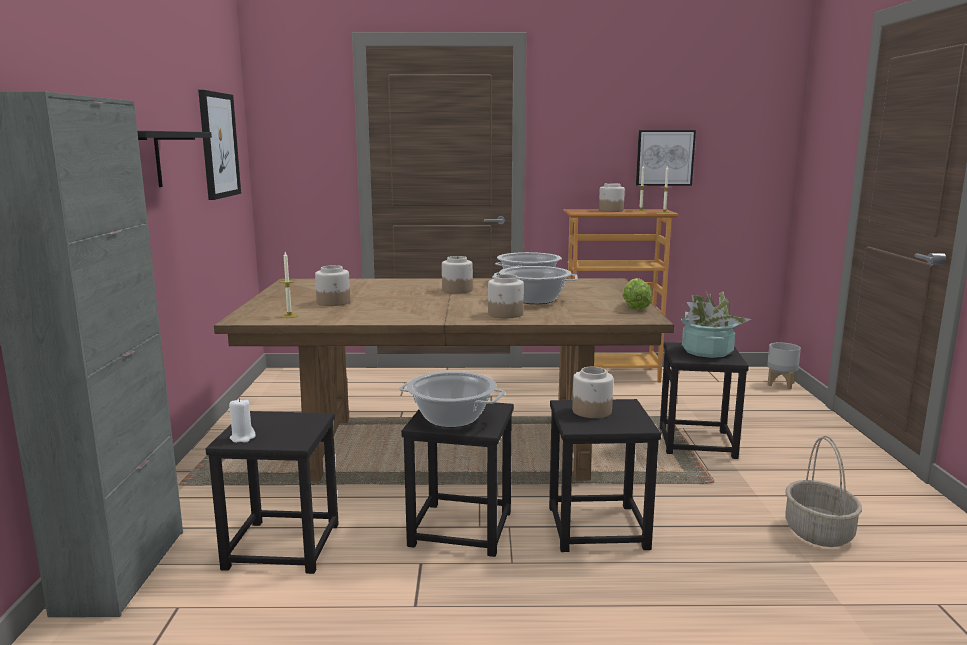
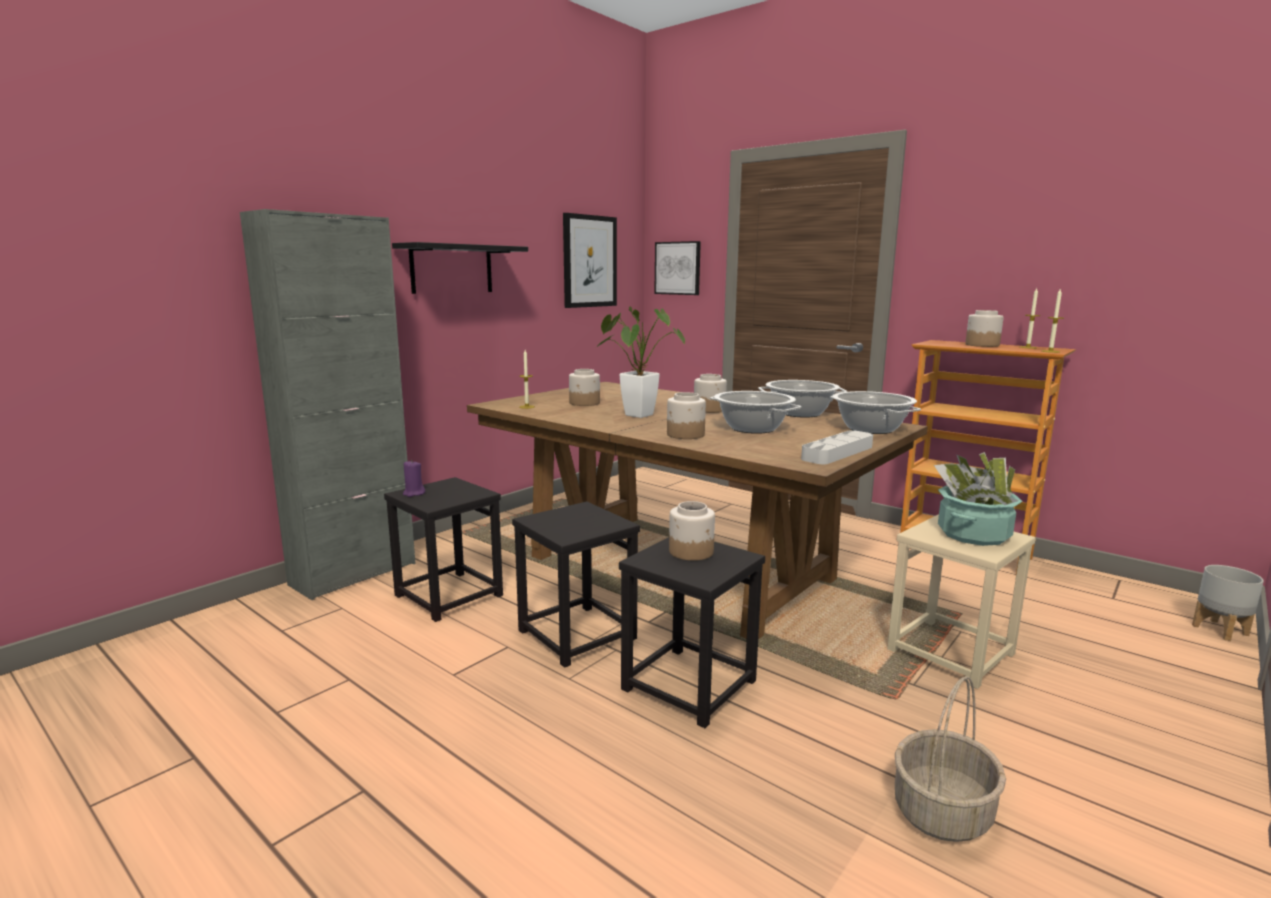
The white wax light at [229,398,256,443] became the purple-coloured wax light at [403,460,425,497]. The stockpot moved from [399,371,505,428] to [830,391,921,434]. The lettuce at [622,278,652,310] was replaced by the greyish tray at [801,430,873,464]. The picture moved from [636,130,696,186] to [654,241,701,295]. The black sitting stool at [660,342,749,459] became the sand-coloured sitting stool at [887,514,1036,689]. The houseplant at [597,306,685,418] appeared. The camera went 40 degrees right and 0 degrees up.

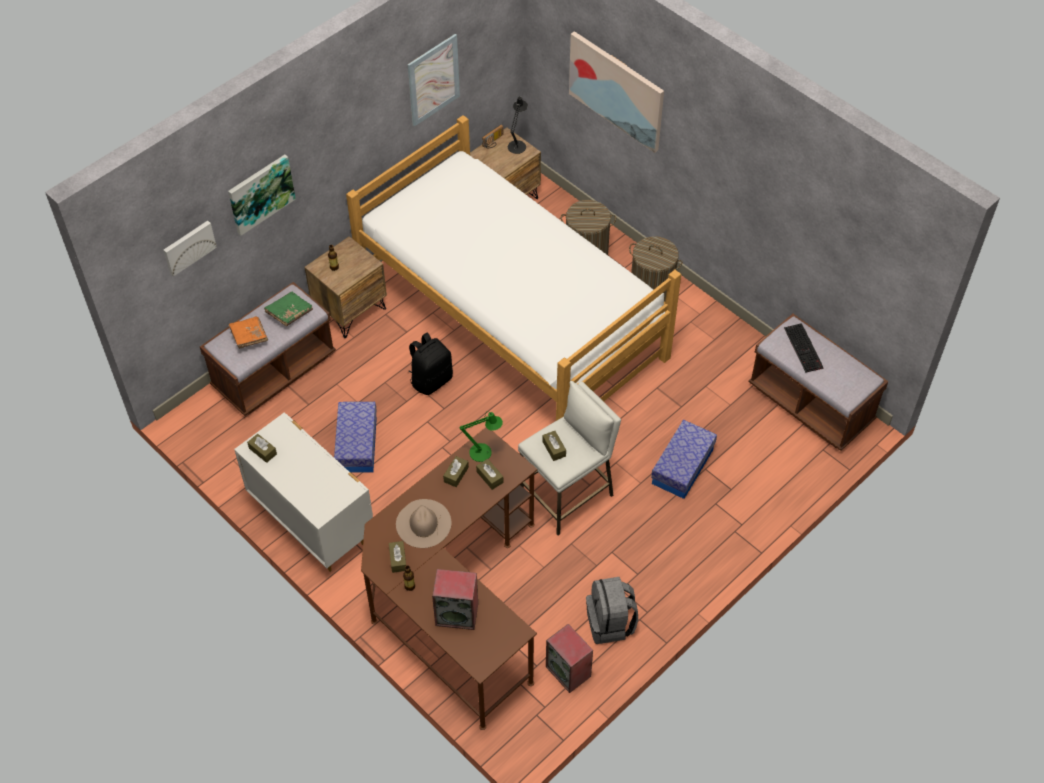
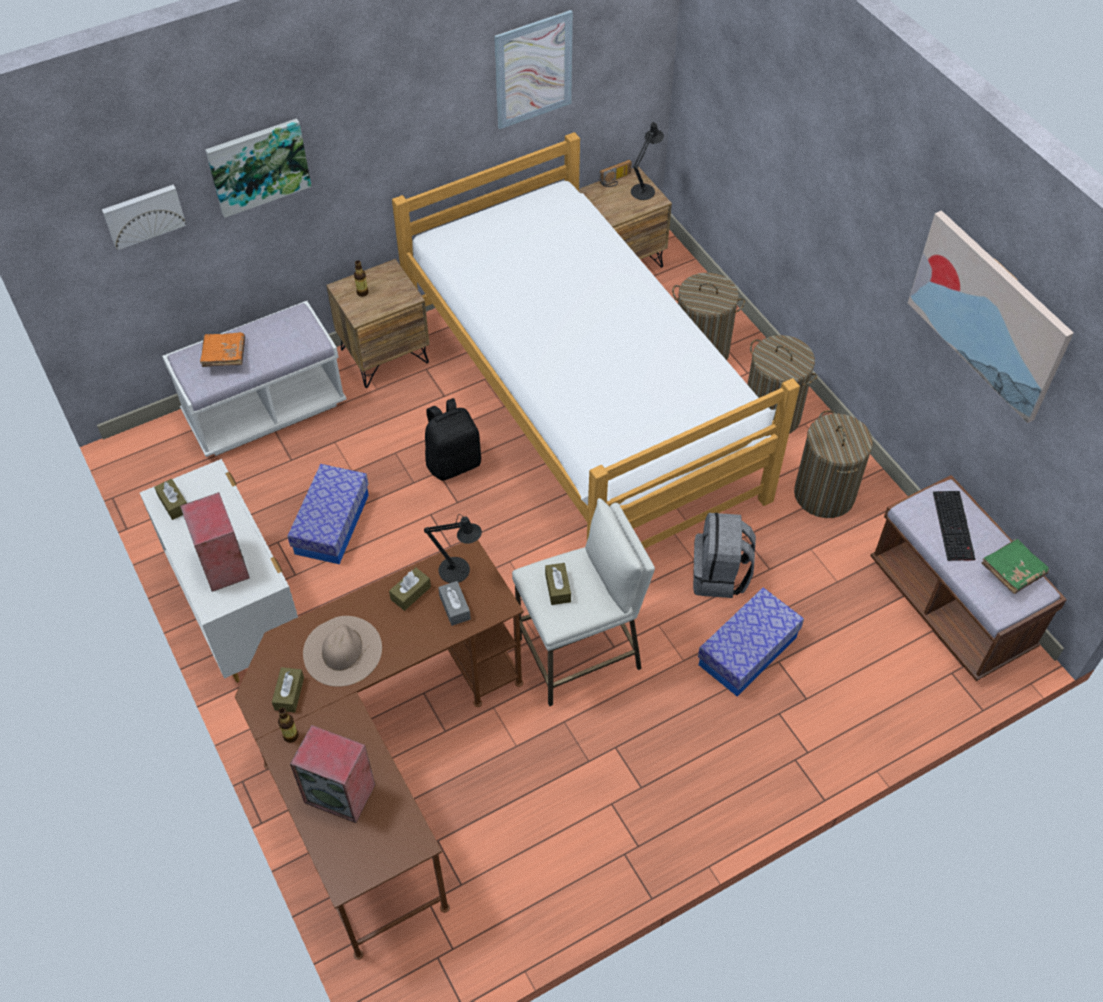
The brown bench at [200,282,336,416] became the white bench at [162,301,347,457]. The green-coloured book moved from [264,292,313,326] to [981,539,1049,594]. The green-coloured table lamp at [459,411,503,462] became the black table lamp at [424,514,482,583]. The brown tissue box at [476,459,503,490] became the greyish tissue box at [438,581,471,626]. The speaker moved from [546,624,593,693] to [180,492,250,592]. The picture moved from [569,31,664,153] to [908,210,1074,423]. The greyish backpack moved from [586,577,638,644] to [693,513,756,598]. The laundry basket at [794,410,873,518] appeared. The camera went 15 degrees right and 0 degrees up.

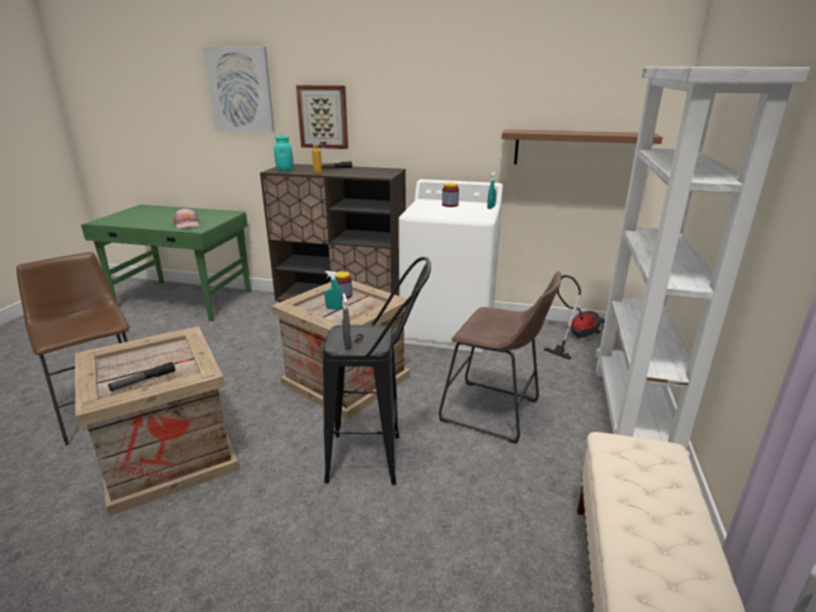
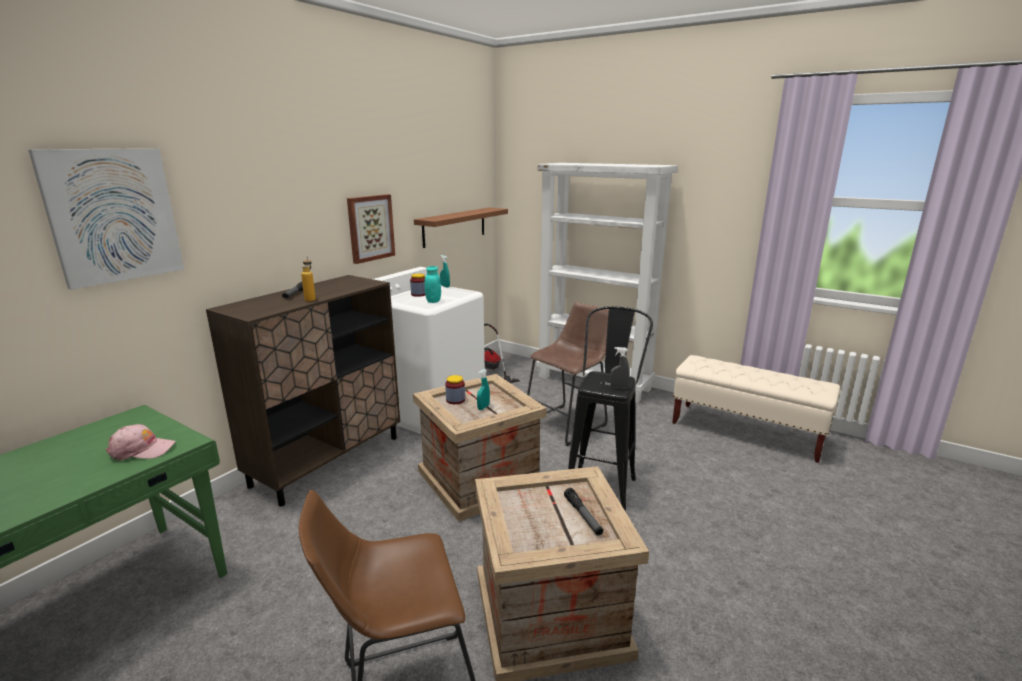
The turquoise-coloured storage jar moved from [274,136,293,171] to [424,266,441,303]. The picture moved from [296,85,348,149] to [347,194,395,264]. The camera went 70 degrees left and 5 degrees down.

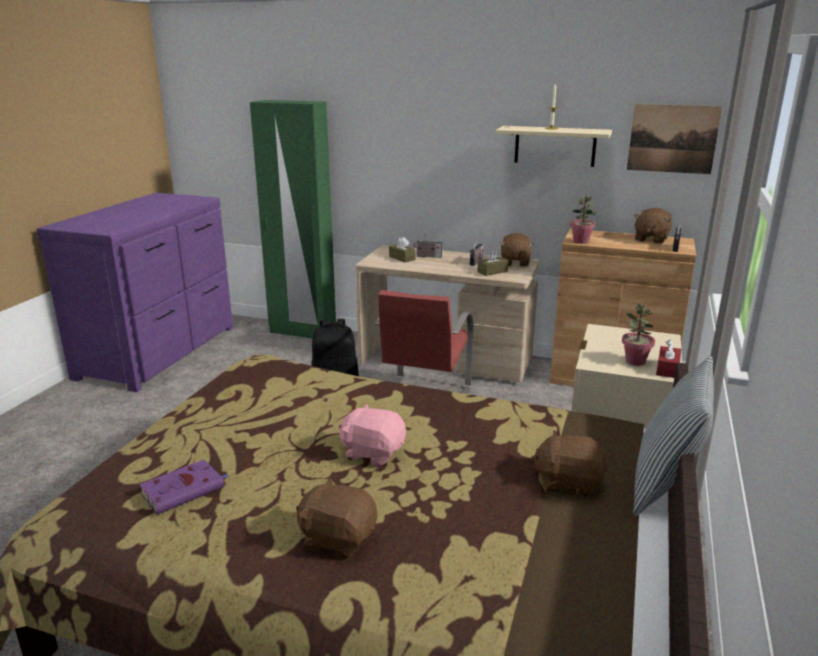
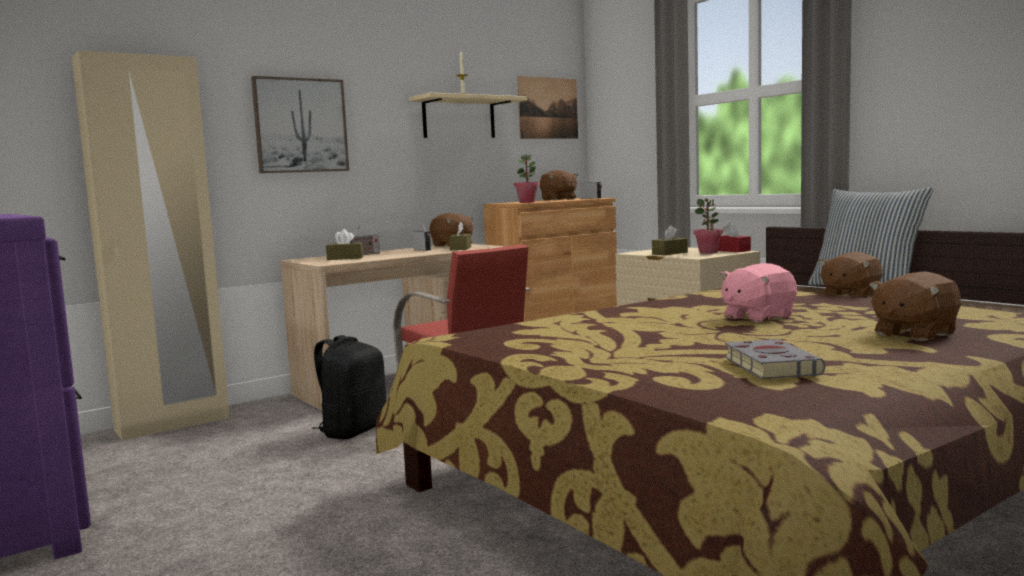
The purple-coloured book at [139,460,230,515] became the greyish book at [724,339,825,379]. The green-coloured clothes cupboard at [250,100,336,339] became the sand-coloured clothes cupboard at [72,50,229,440]. The picture at [251,76,349,173] appeared. The brown tissue box at [652,225,688,255] appeared. The camera went 55 degrees left and 15 degrees down.

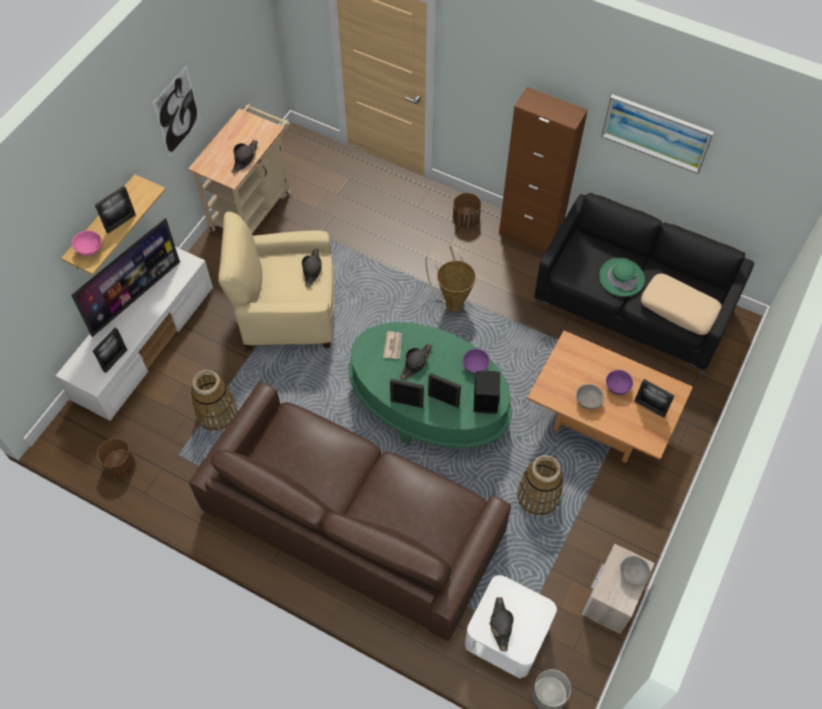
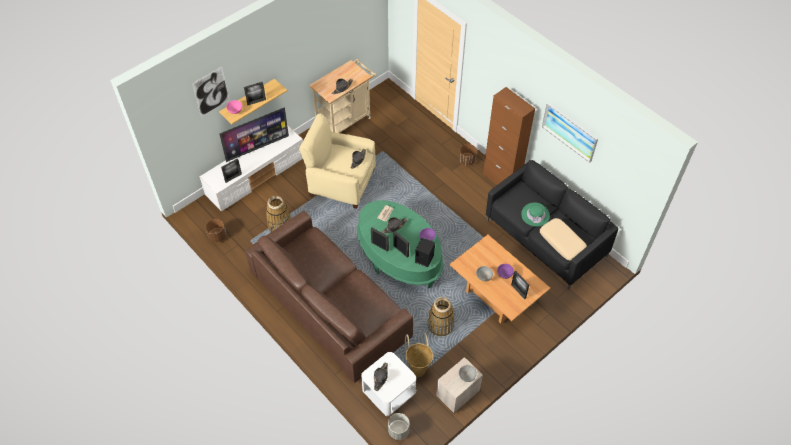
The picture moved from [152,66,201,157] to [192,67,230,117]. The household basket moved from [425,246,476,312] to [405,332,433,377]. The camera went 20 degrees right and 5 degrees down.

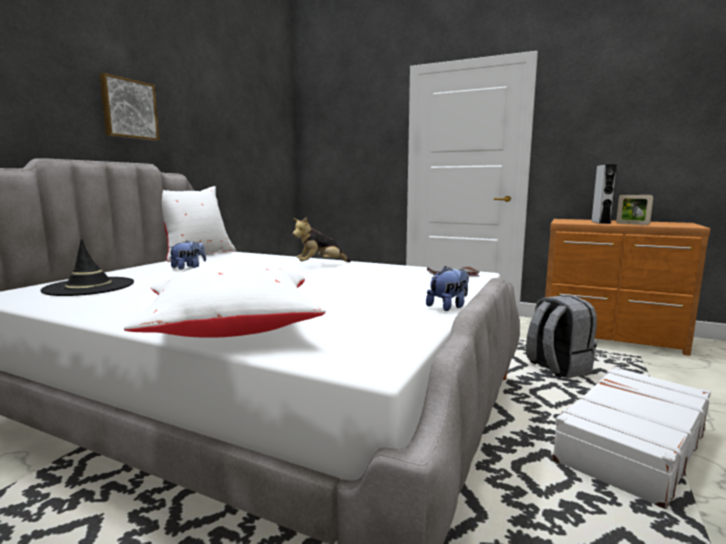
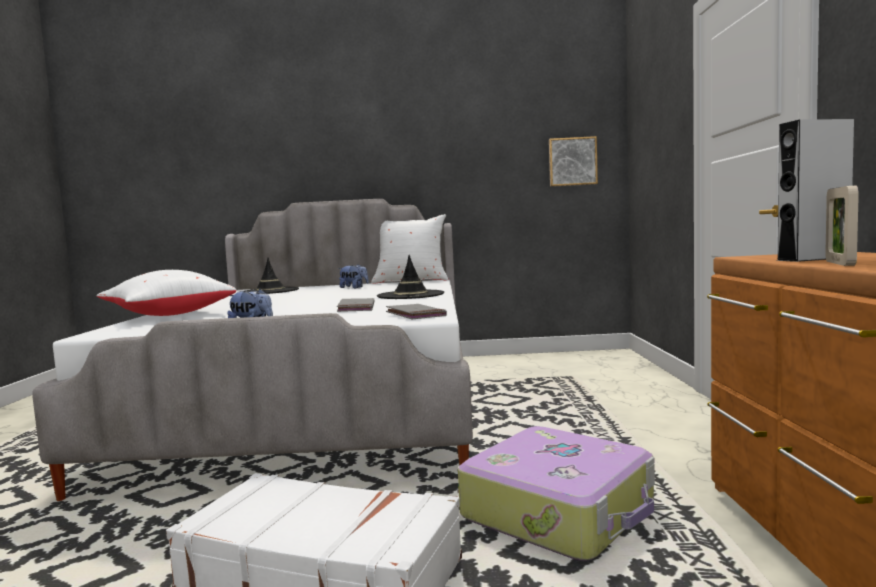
The picture moved from [100,73,159,141] to [549,136,598,187]. The soft toy at [293,217,351,262] was replaced by the black hat at [377,255,444,299]. The greyish backpack at [526,295,597,378] was replaced by the piece of luggage at [458,426,655,561]. The greyish book at [337,298,374,312] appeared. The camera went 65 degrees right and 5 degrees down.

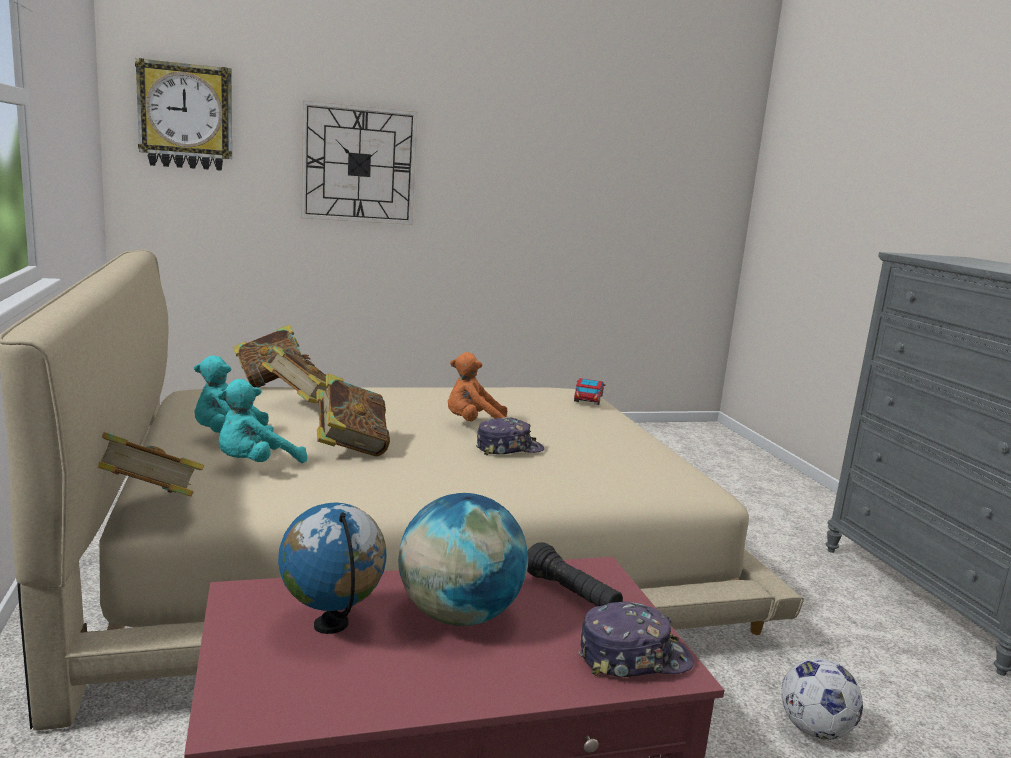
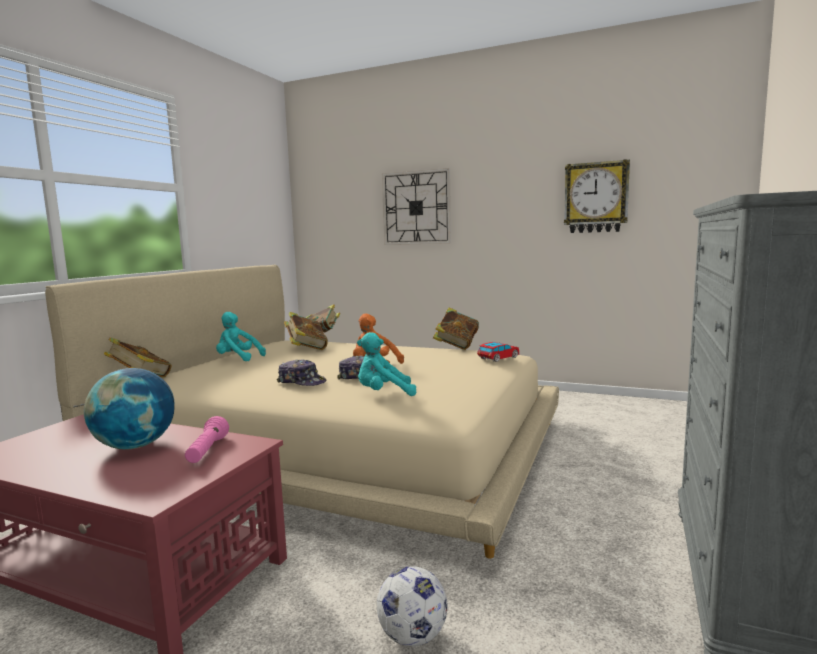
The clock on the wall moved from [135,58,232,171] to [564,159,630,233]. The turquoise-coloured soft toy moved from [218,379,307,463] to [357,332,417,396]. The globe at [278,503,387,634] disappeared. The book moved from [316,373,390,457] to [433,307,479,350]. The black torch at [527,542,623,607] became the pinkish torch at [185,416,229,463]. The cap moved from [578,602,694,677] to [277,359,326,386]. The camera went 40 degrees right and 5 degrees down.

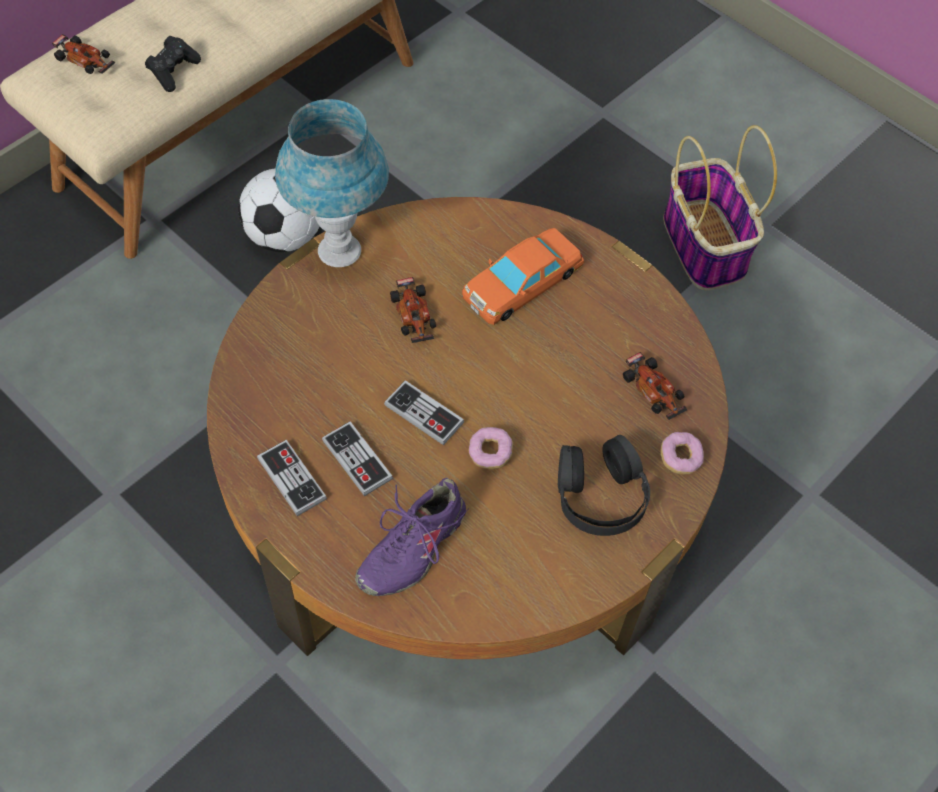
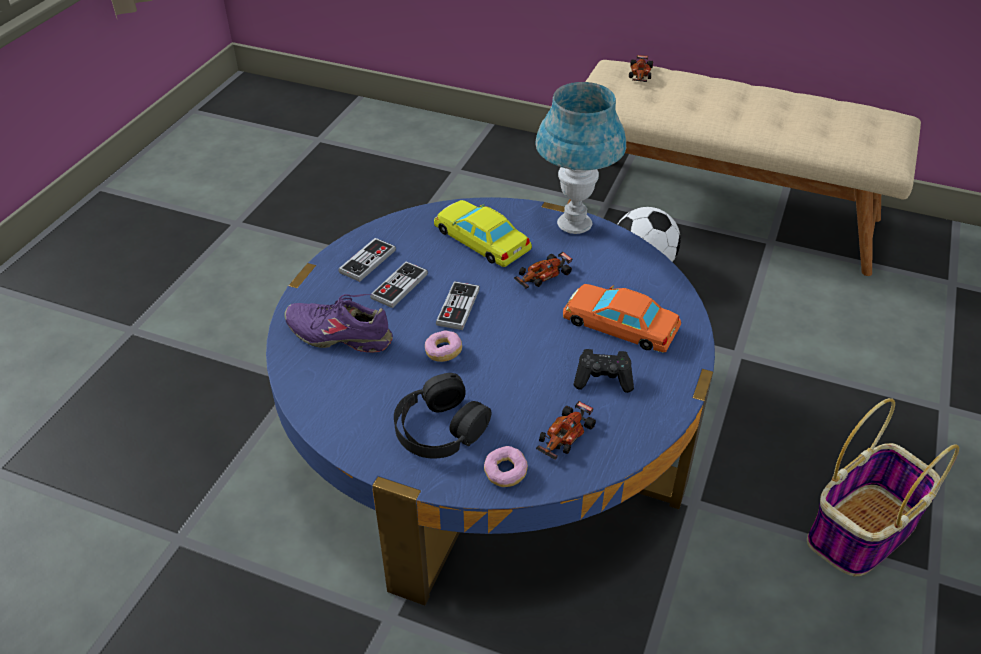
The black gamepad moved from [145,36,201,92] to [573,349,634,393]. The brown coffee table at [207,197,729,659] became the blue-coloured coffee table at [266,197,715,606]. The yellowish model car at [434,200,532,267] appeared. The camera went 70 degrees right and 15 degrees down.

